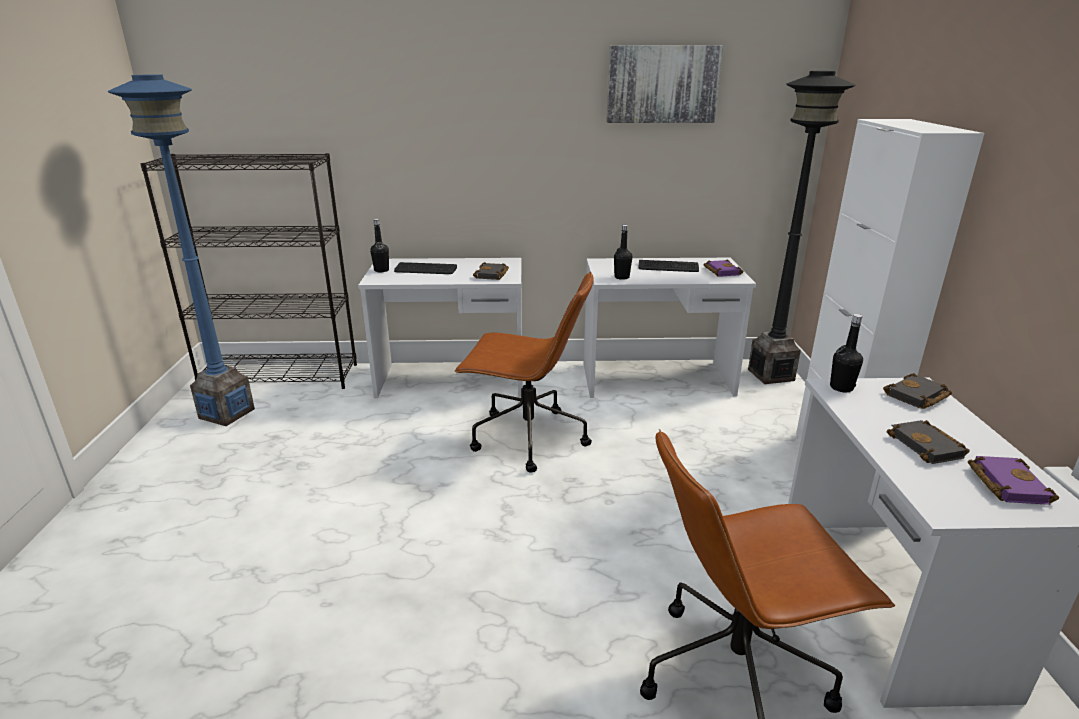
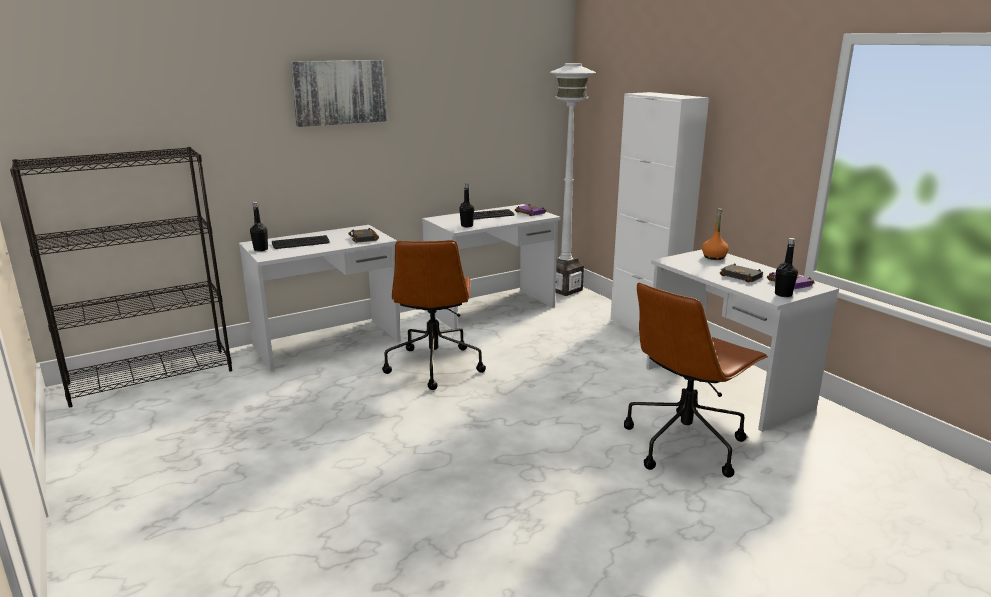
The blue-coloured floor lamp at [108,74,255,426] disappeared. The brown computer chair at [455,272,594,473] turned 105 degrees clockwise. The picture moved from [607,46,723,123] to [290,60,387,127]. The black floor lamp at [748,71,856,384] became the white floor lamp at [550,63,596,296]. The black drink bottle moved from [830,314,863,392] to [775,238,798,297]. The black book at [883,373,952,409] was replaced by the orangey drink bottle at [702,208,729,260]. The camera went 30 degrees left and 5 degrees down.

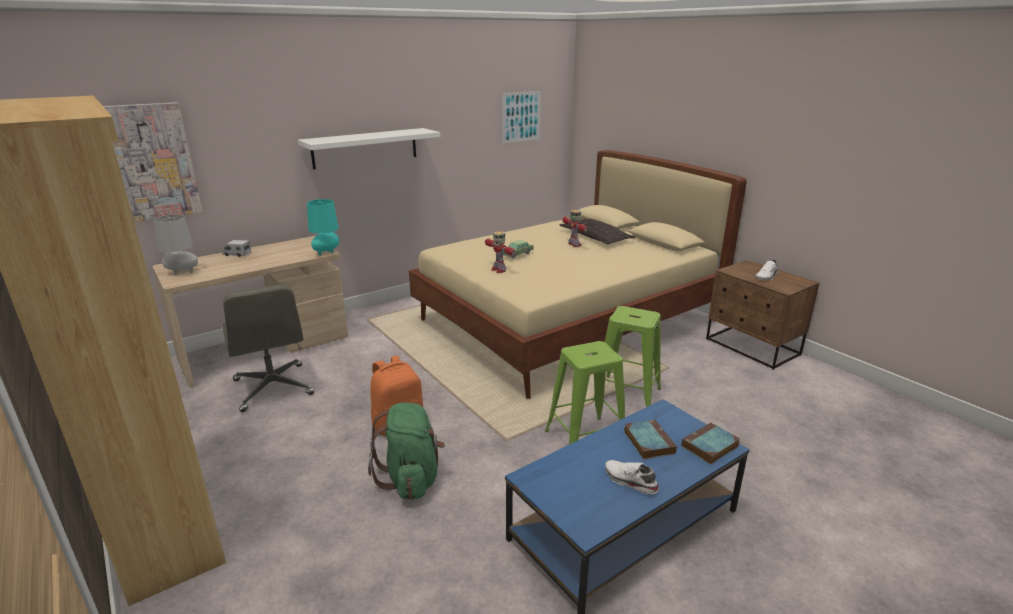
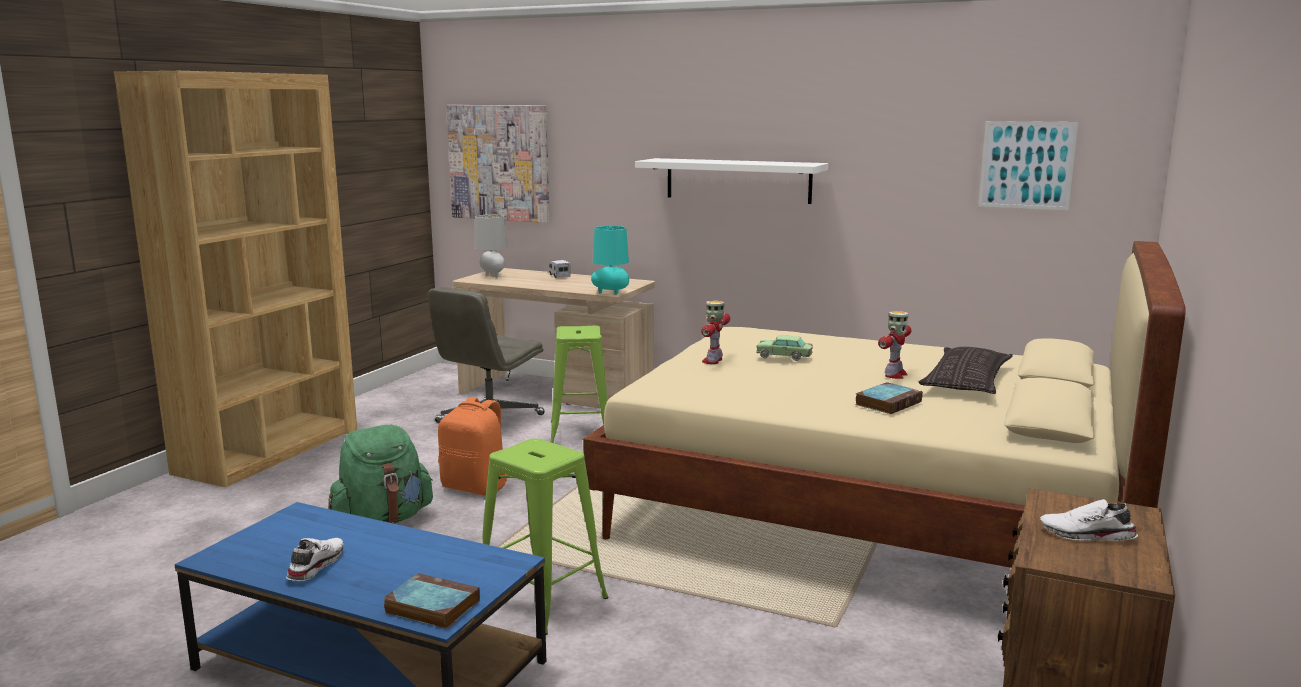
The green-coloured sitting stool moved from [593,306,661,407] to [550,326,608,443]. The book moved from [624,420,677,460] to [855,382,923,414]. The camera went 60 degrees right and 10 degrees down.

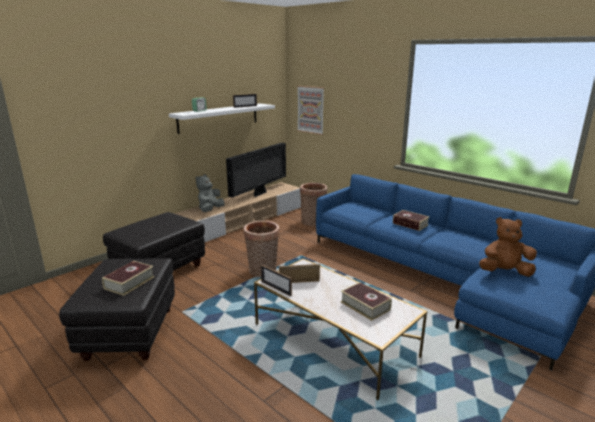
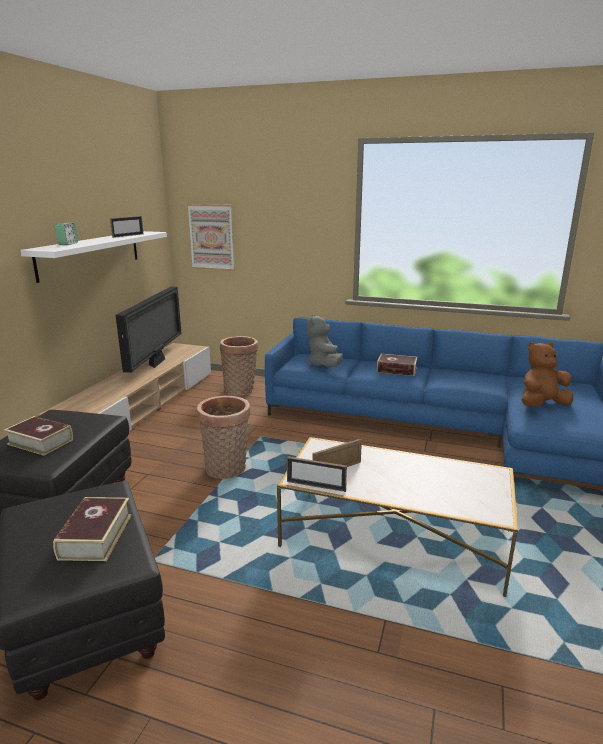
The greyish soft toy moved from [195,174,224,212] to [307,314,343,367]. The book moved from [340,282,392,321] to [4,416,73,456]. The camera went 25 degrees left and 0 degrees up.

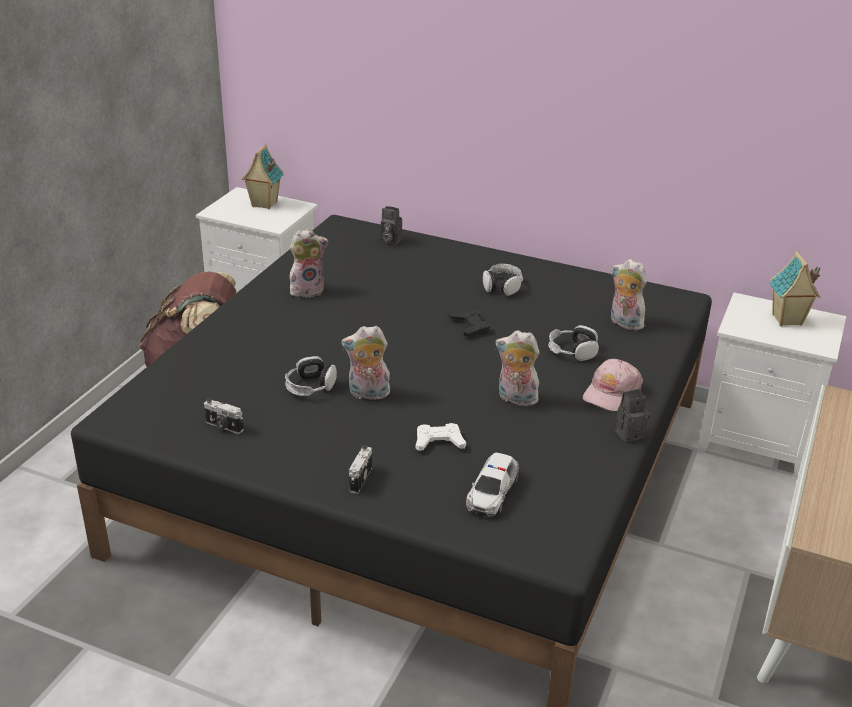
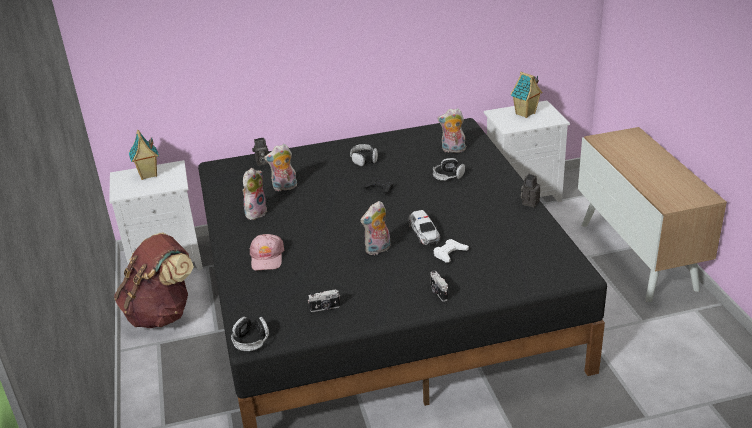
The headset moved from [285,356,337,396] to [231,317,269,351]. The model car moved from [466,453,519,517] to [408,210,440,245]. The soft toy moved from [496,330,540,408] to [264,144,297,191]. The pinkish cap moved from [583,359,643,411] to [249,234,284,271]. The camera went 35 degrees left and 0 degrees up.

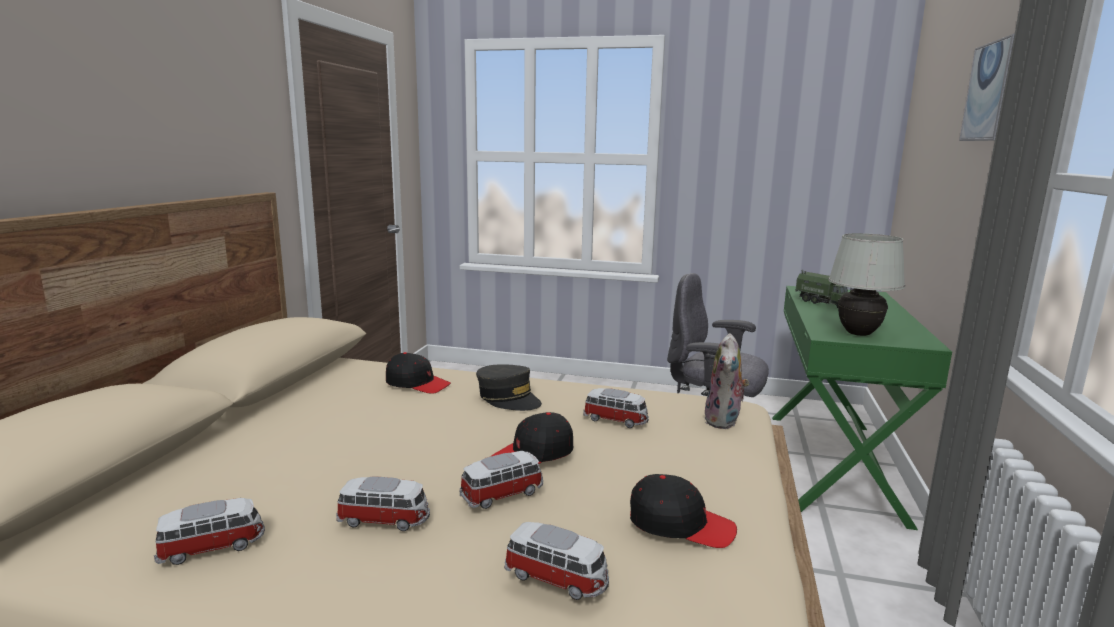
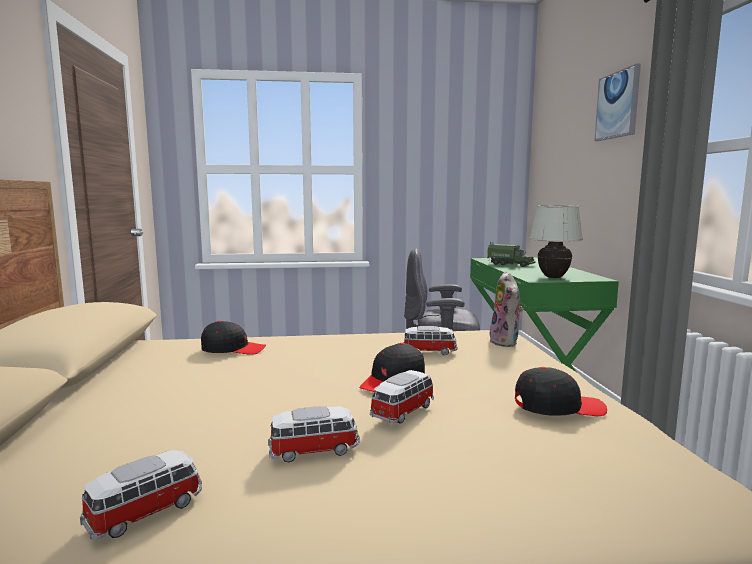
The greyish cap at [476,364,542,411] disappeared. The model car at [504,522,609,600] disappeared. The camera went 20 degrees left and 5 degrees down.

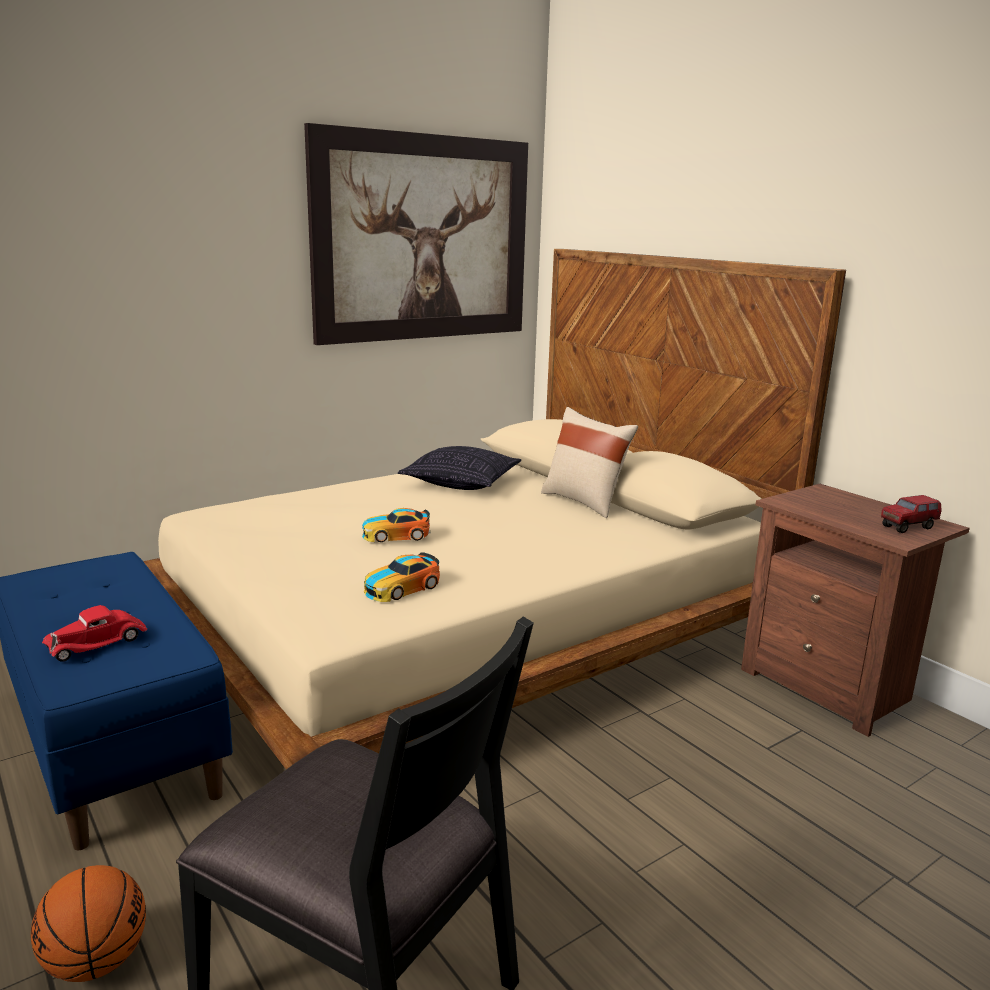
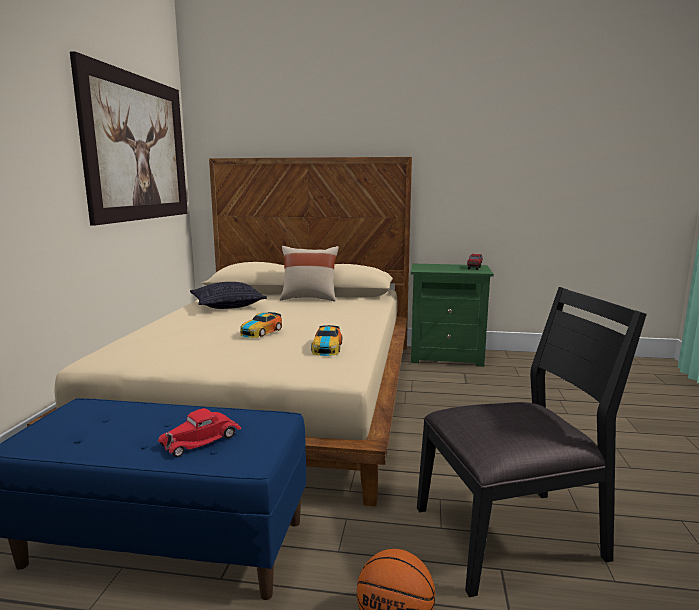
The red-coloured model car at [42,605,147,662] turned 45 degrees clockwise. The brown bedside table at [741,484,970,737] became the green-coloured bedside table at [411,264,494,367]. The camera went 45 degrees left and 5 degrees down.

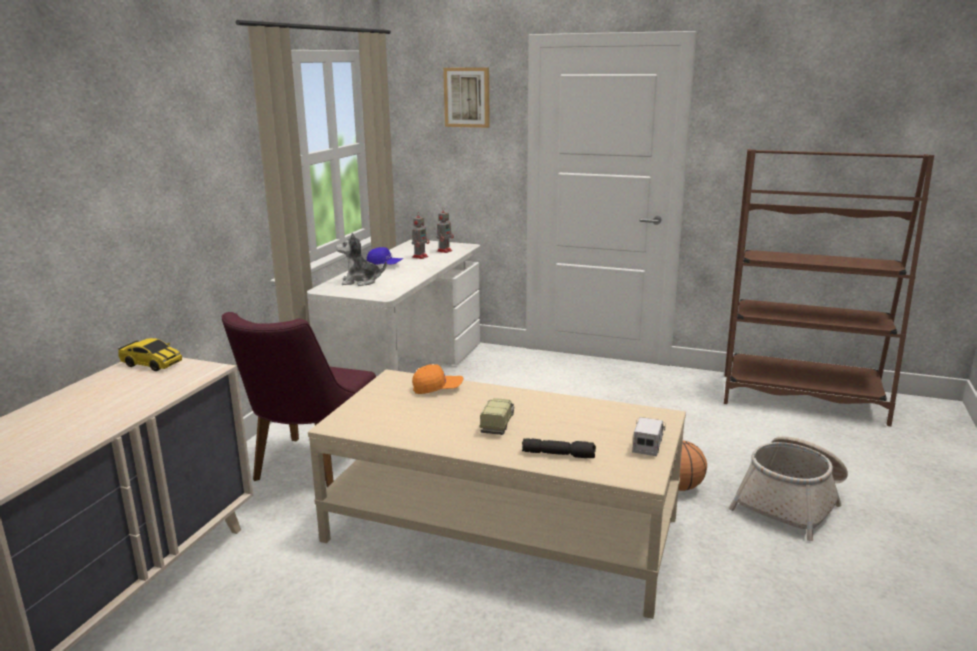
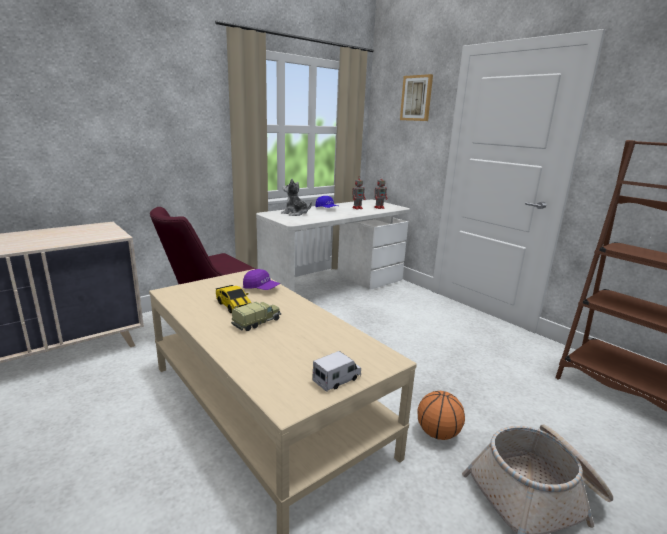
The model car moved from [118,338,182,371] to [216,285,251,313]. The orangey cap at [412,364,463,394] became the purple-coloured cap at [243,269,280,290]. The black torch at [522,438,596,458] disappeared. The camera went 30 degrees right and 0 degrees up.

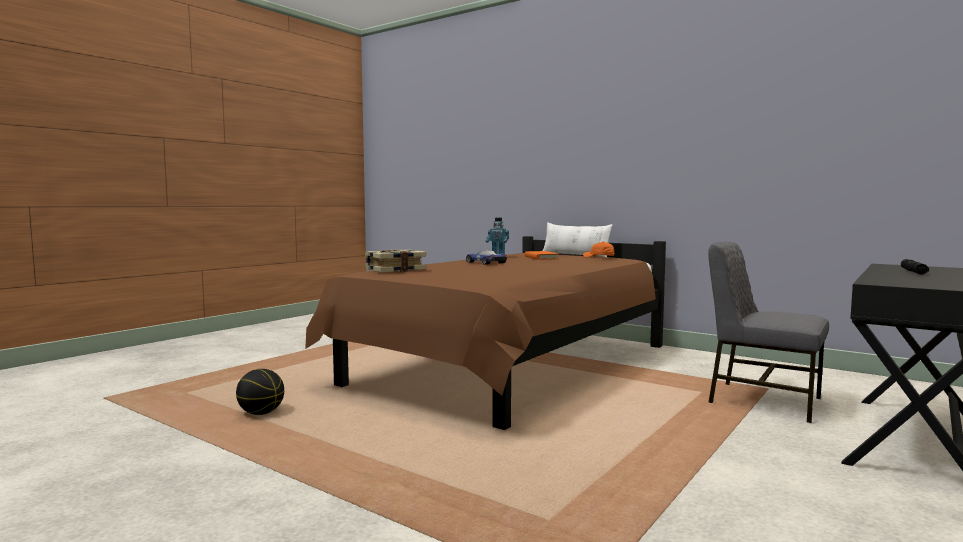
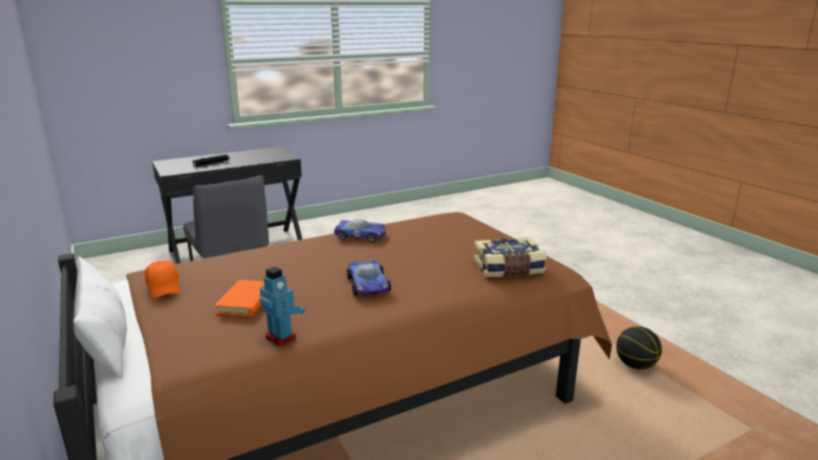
The model car at [334,219,386,242] appeared. The camera went 155 degrees left and 15 degrees up.

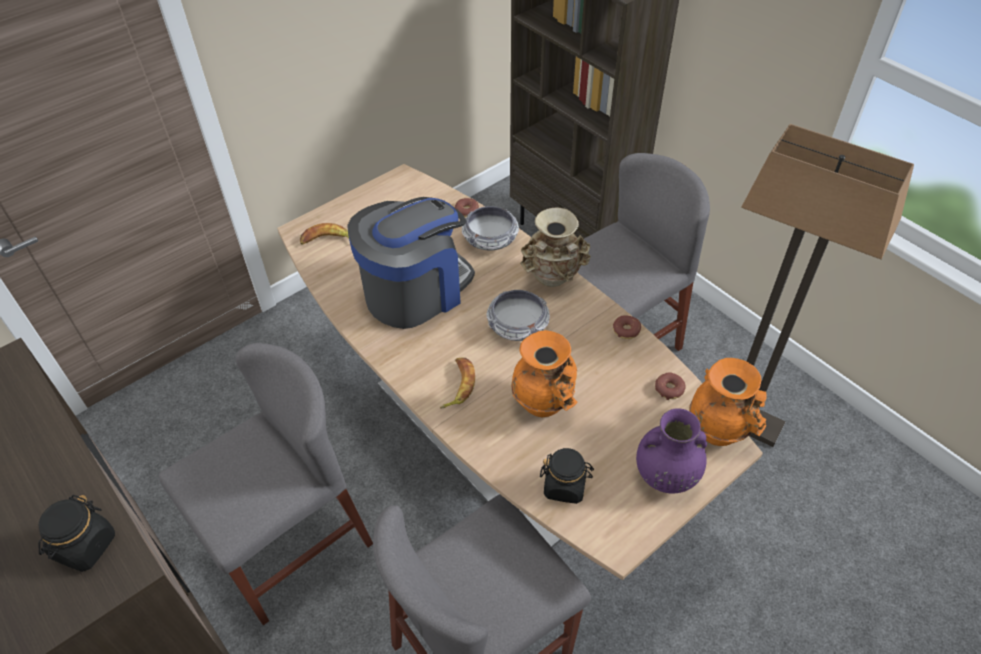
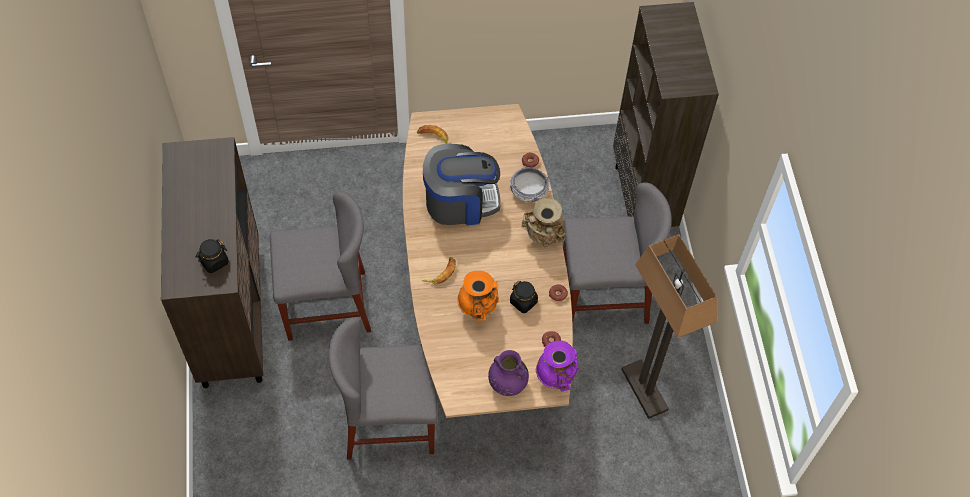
The bowl at [486,290,550,341] disappeared. The black storage jar moved from [540,448,594,504] to [510,281,538,313]. The orangey decorative vase at [689,358,767,446] became the purple-coloured decorative vase at [536,340,579,392]. The camera went 30 degrees right and 10 degrees up.

